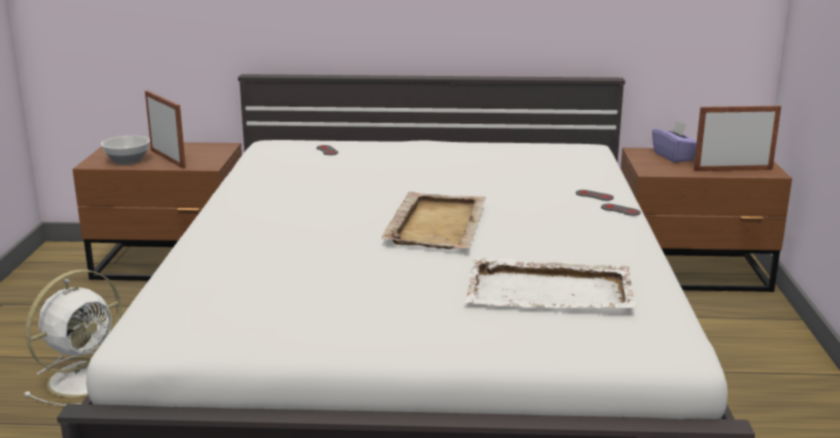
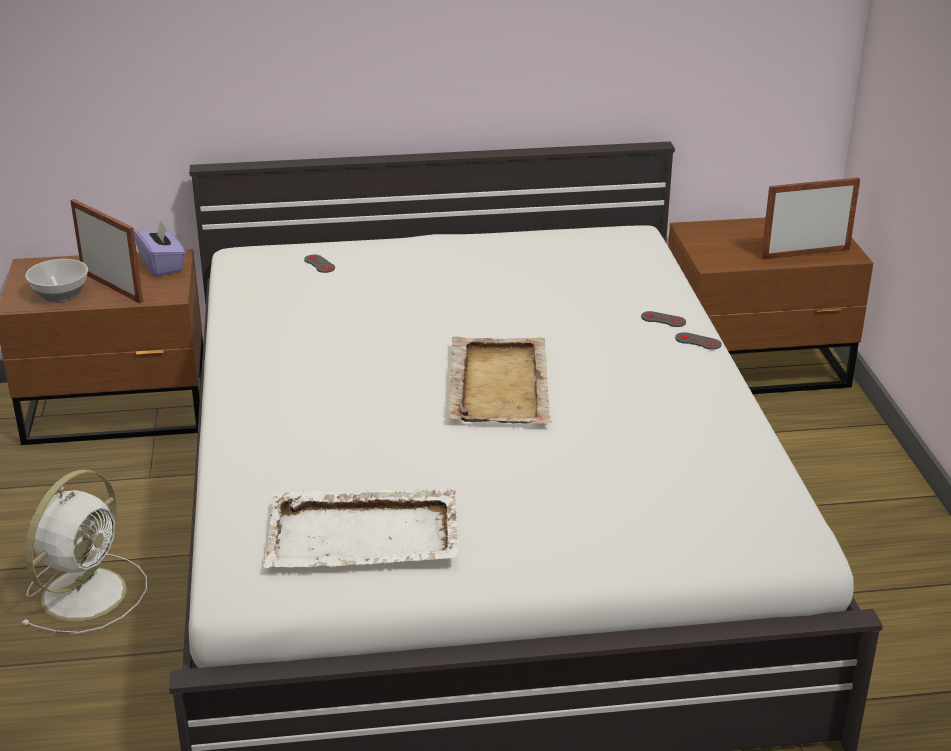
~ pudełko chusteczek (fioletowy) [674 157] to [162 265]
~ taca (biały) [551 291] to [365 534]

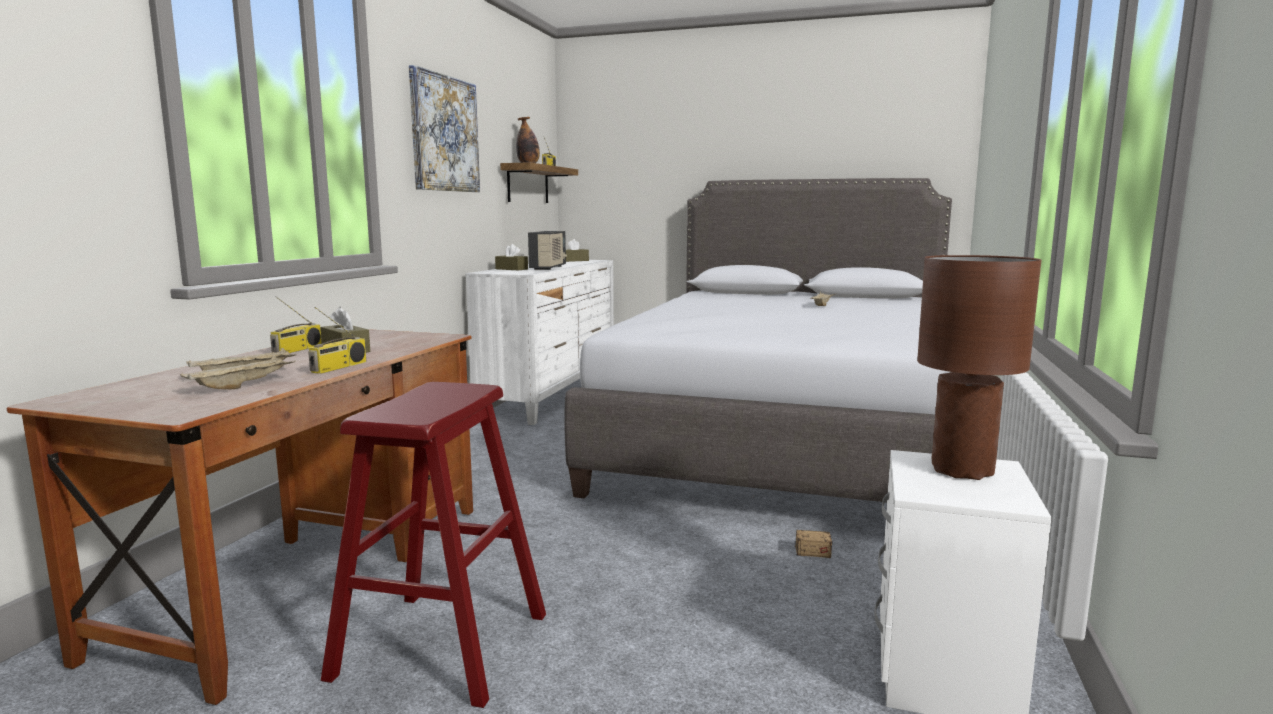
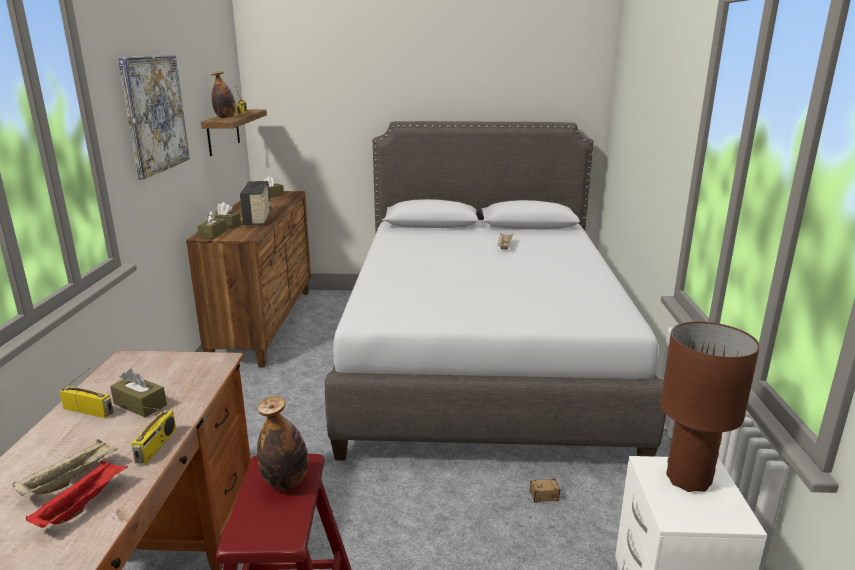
~ taca (beżowy) [242 386] to taca (czerwony) [82 505]
~ radio [297 350] = [90 410] 75 degrees counterclockwise
~ komoda (biały) [551 396] to komoda (brązowy) [265 324]
+ pudełko chusteczek (brązowy) [213 234]
+ butelka [286 482]

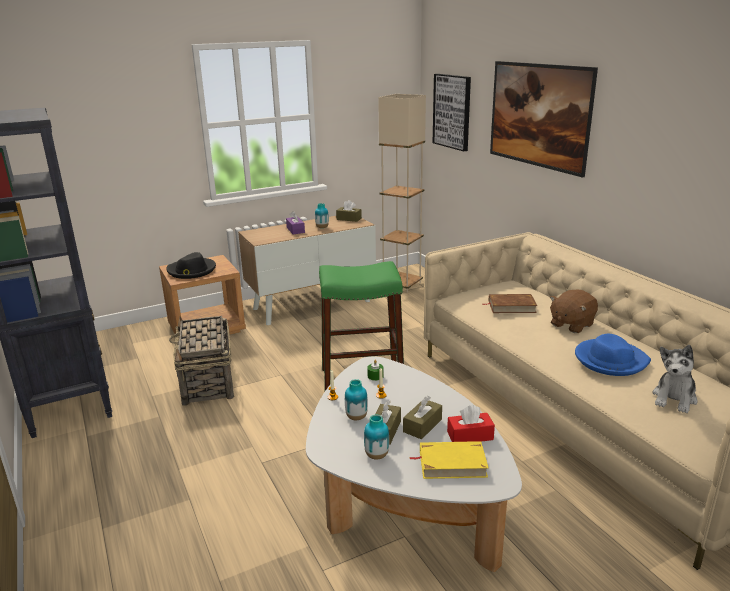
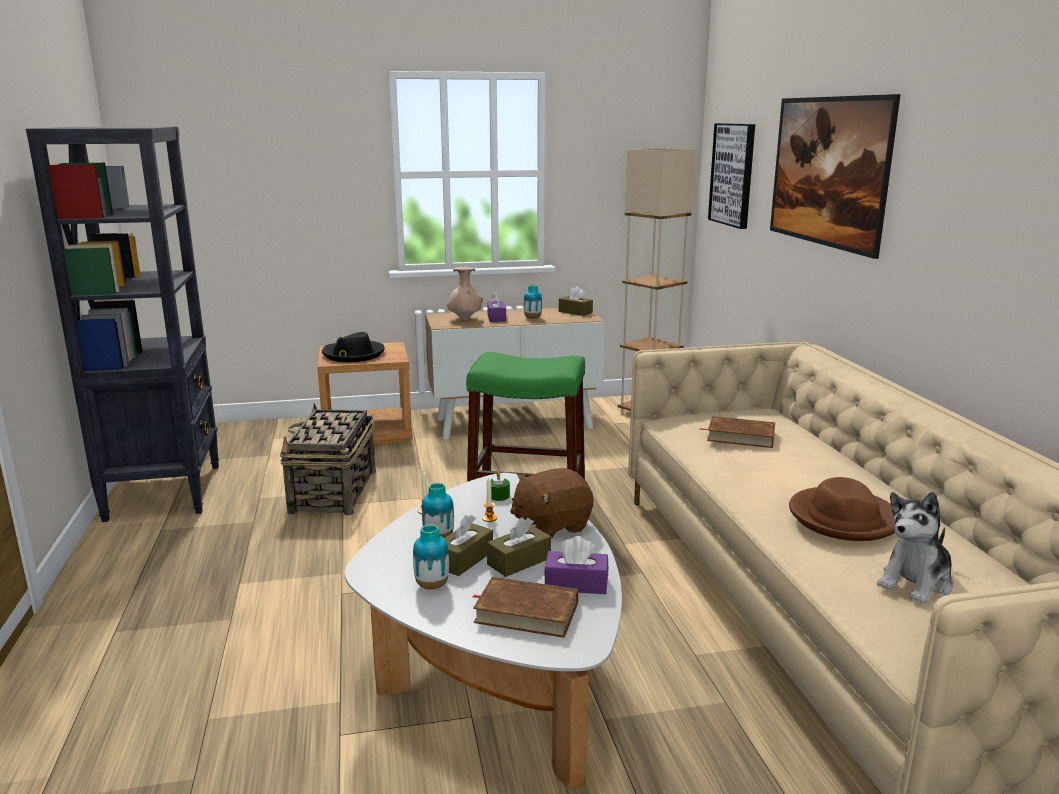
+ wazon (beżowy) [465 319]
~ książka (żółty) [452 463] to książka (brązowy) [526 612]
~ pluszak (brązowy) [571 324] to [551 525]
~ pudełko chusteczek (czerwony) [470 436] to pudełko chusteczek (fioletowy) [576 584]
~ kapelusz (niebieski) [610 360] to kapelusz (brązowy) [843 518]

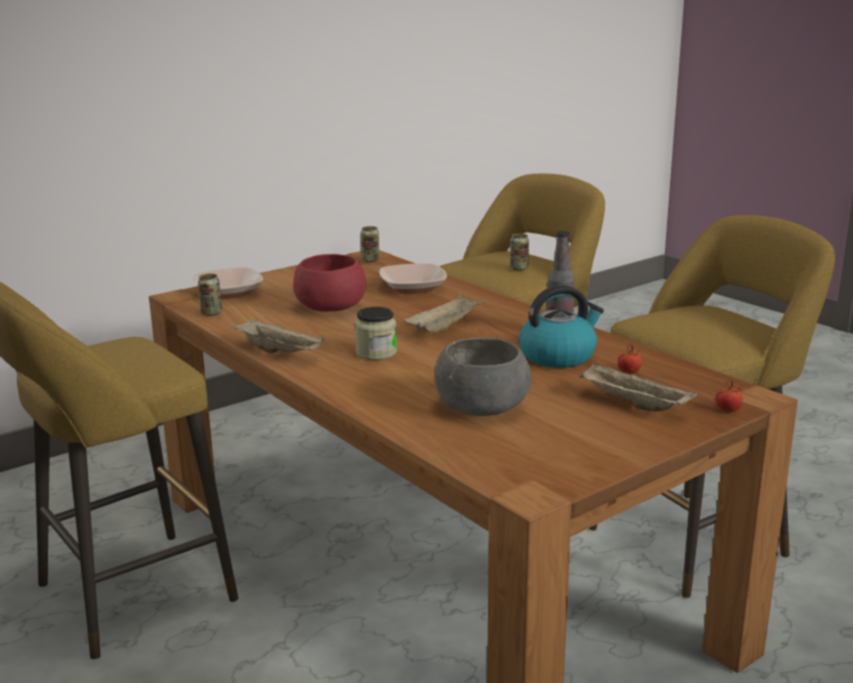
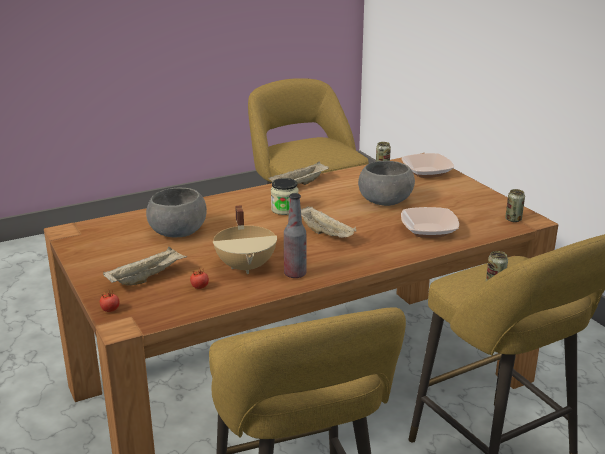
~ czajnik [558 356] to garnek (beżowy) [247 266]
~ miska (czerwony) [330 307] to miska (szary) [385 200]

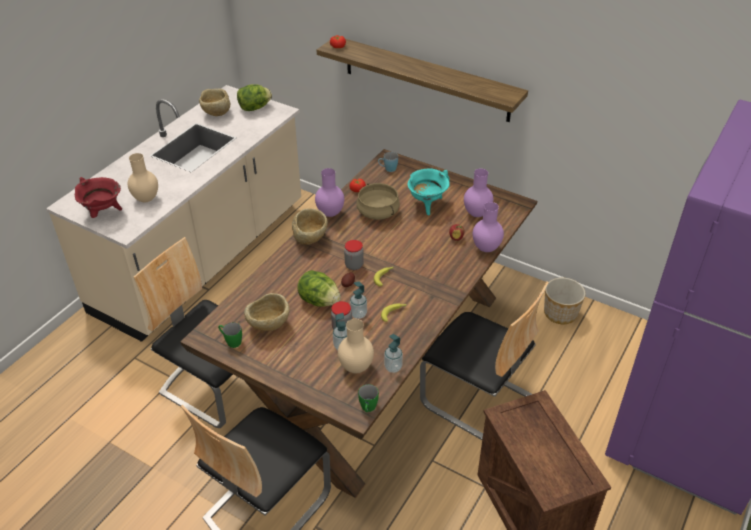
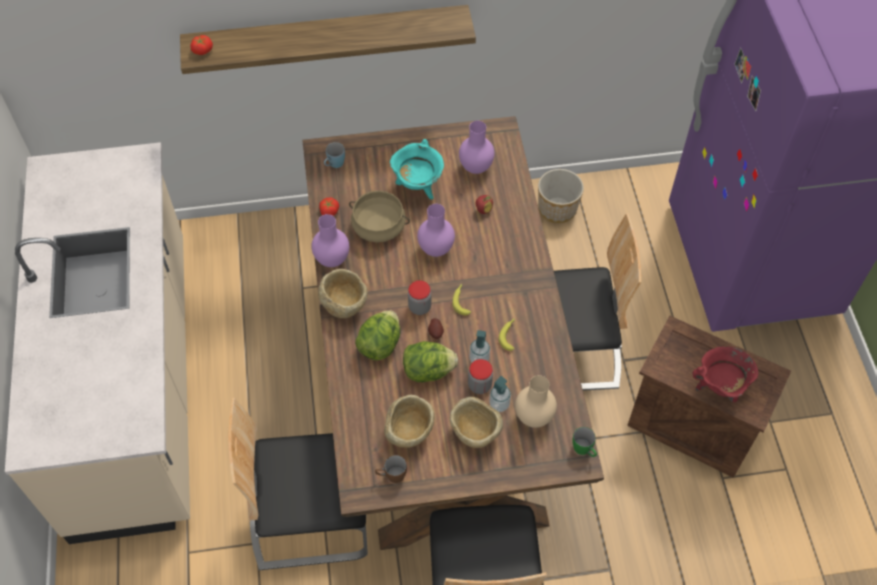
~ sałata [254 108] to [380 345]
~ kubek (zielony) [231 341] to kubek (brązowy) [391 476]
~ wazon (fioletowy) [486 249] to [436 250]
~ miska (beżowy) [216 113] to [475 433]
~ garnek (czerwony) [103 213] to [719 388]
- wazon (beżowy) [146 199]
- dozownik mydła [393 367]

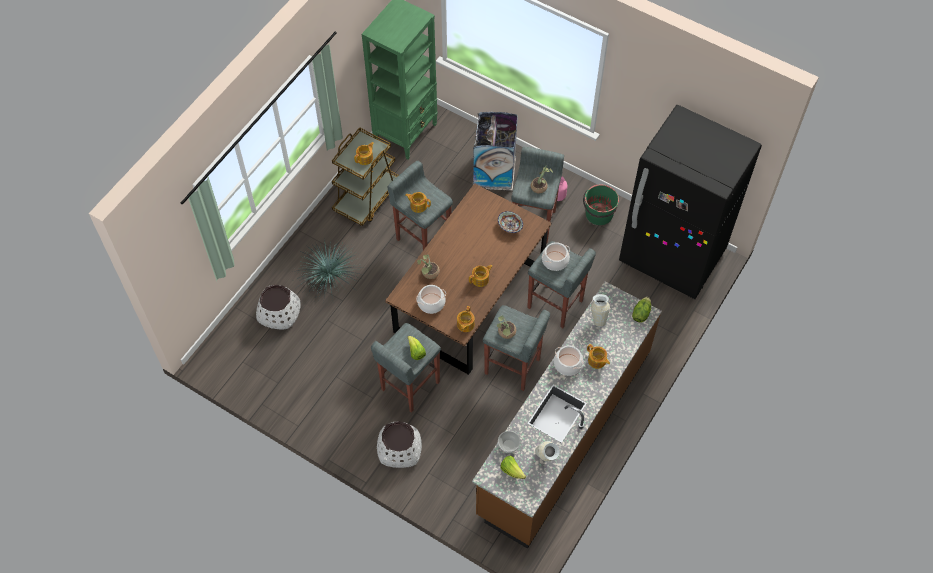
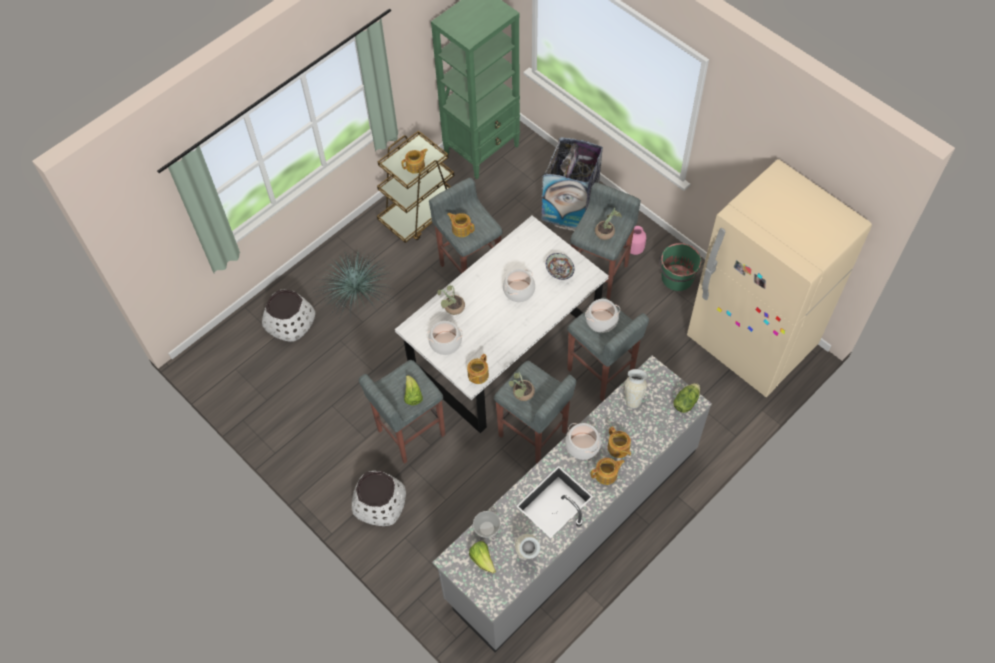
~ stół jadalny (brązowy) [469 298] to stół jadalny (biały) [503 346]
~ zabudowa kuchenna (brązowy) [563 432] to zabudowa kuchenna (szary) [572 523]
+ garnek [519 291]
~ imbryk [480 279] to [606 474]
~ lodówka (czarny) [672 257] to lodówka (beżowy) [751 342]

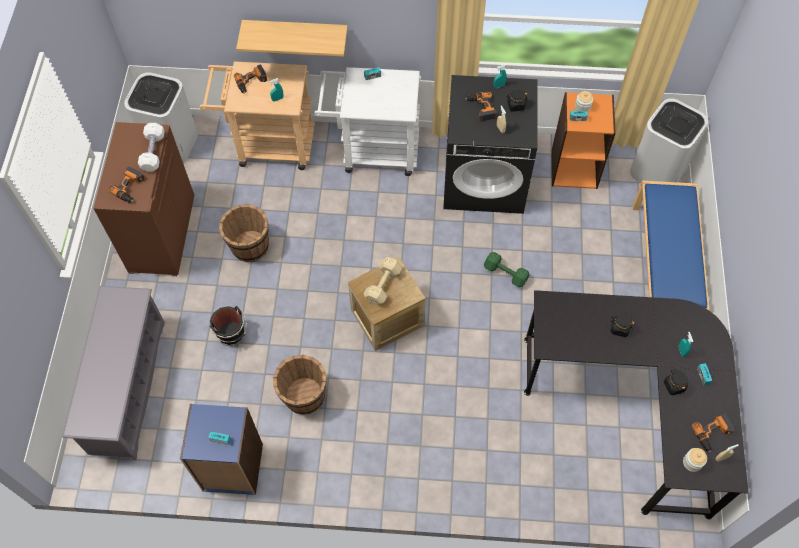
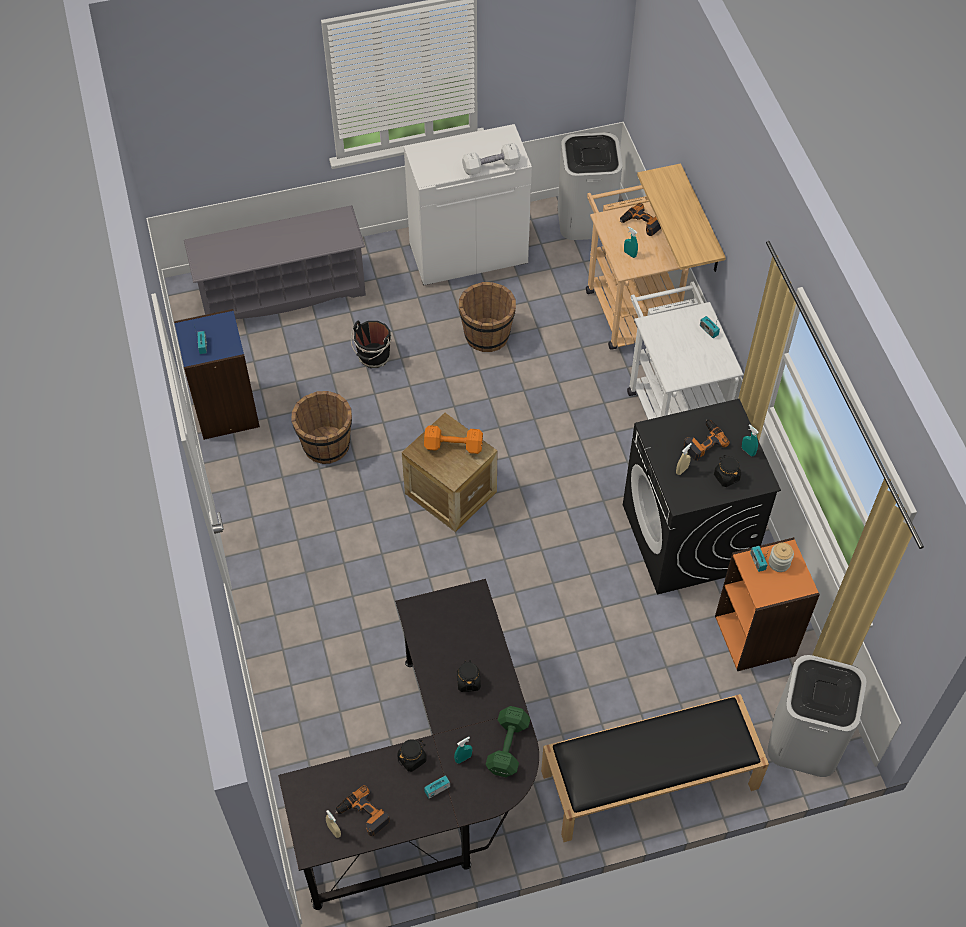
~ szafka (brązowy) [161 233] to szafka (biały) [468 253]
~ hantel (beżowy) [384 284] to hantel (pomarańczowy) [455 446]
~ hantel (zielony) [506 274] to [507 748]
~ ławka (niebieski) [663 268] to ławka (czarny) [648 781]
- wiertarka [130 188]
- słoik [692 462]

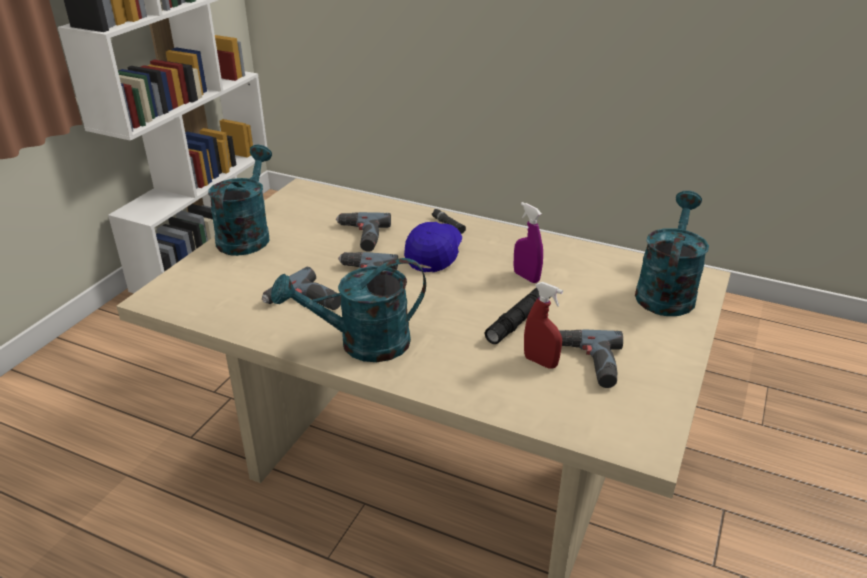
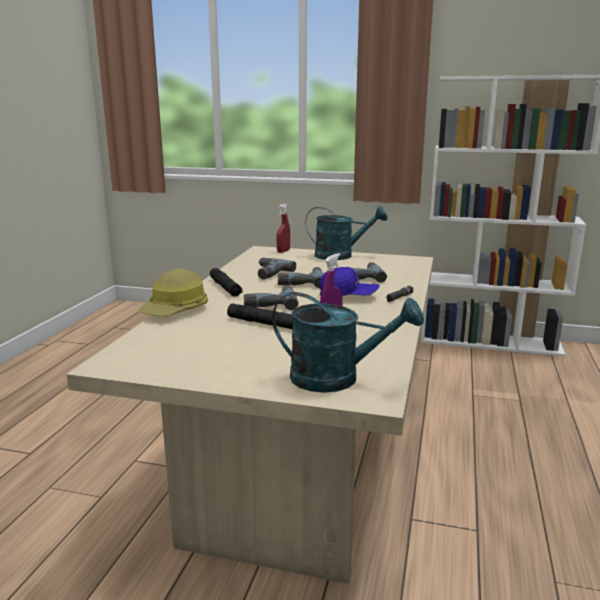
+ kask [176 310]
~ konewka (turkusowy) [362 344] to latarka (czarny) [225 288]
~ wiertarka [588 363] to [270 303]
~ spryskiwacz (czerwony) [540 362] to [283 251]

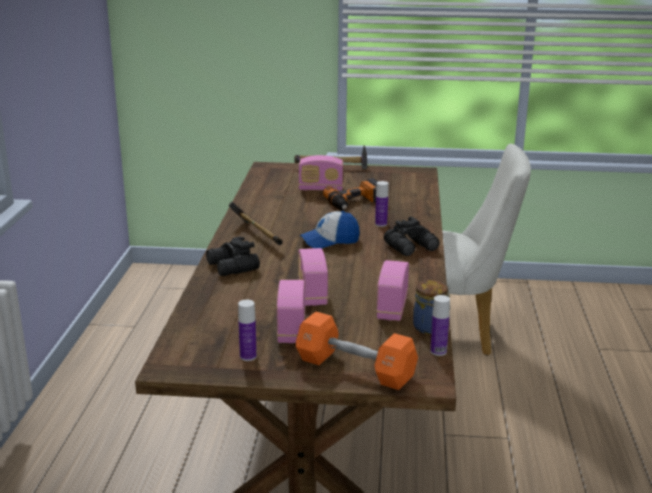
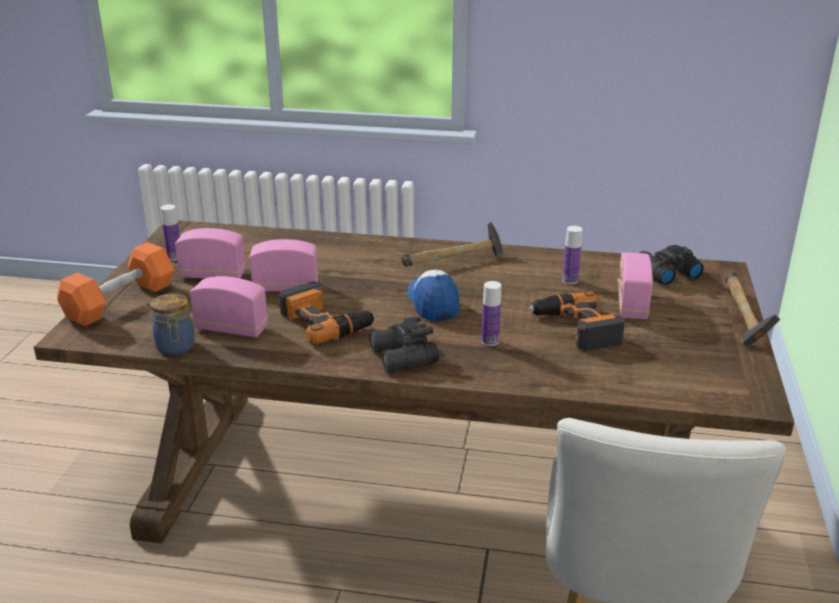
+ wiertarka [326 321]
~ butelka [438 351] to [570 280]
~ lornetka (czarny) [232 267] to [665 273]

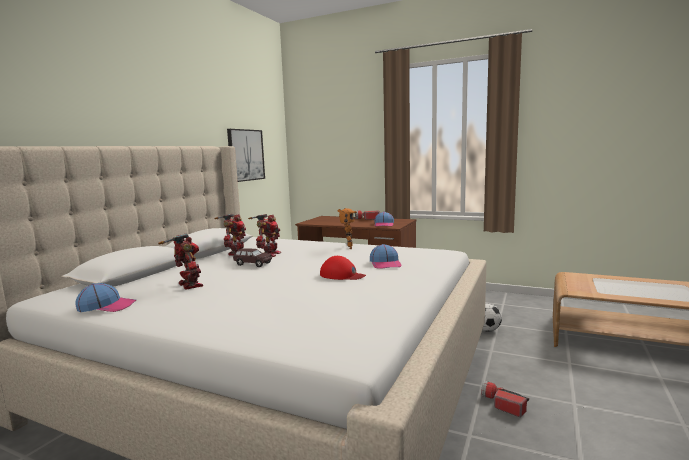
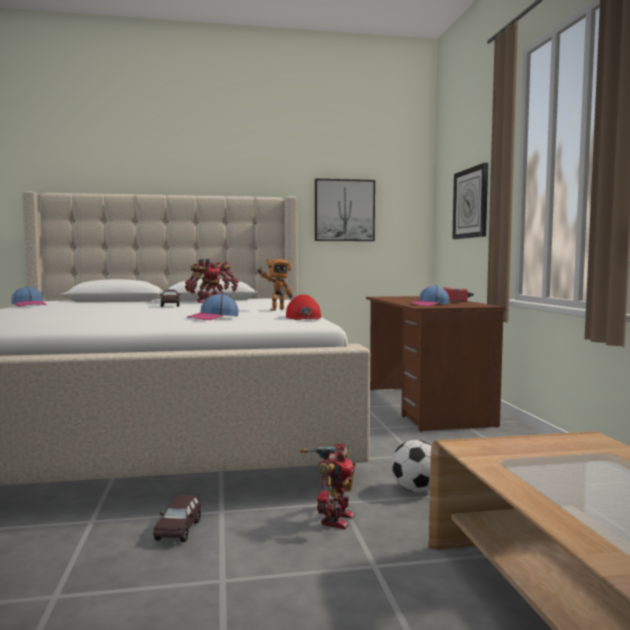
~ latarka [502 404] to samochodzik (brązowy) [179 530]
~ czapka z daszkiem (czerwony) [342 275] to [304 317]
~ robot zabawkowy [188 285] to [334 519]
+ zegar ścienny [471 203]

